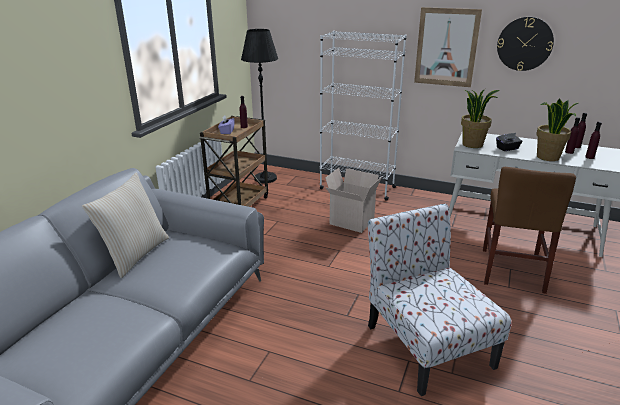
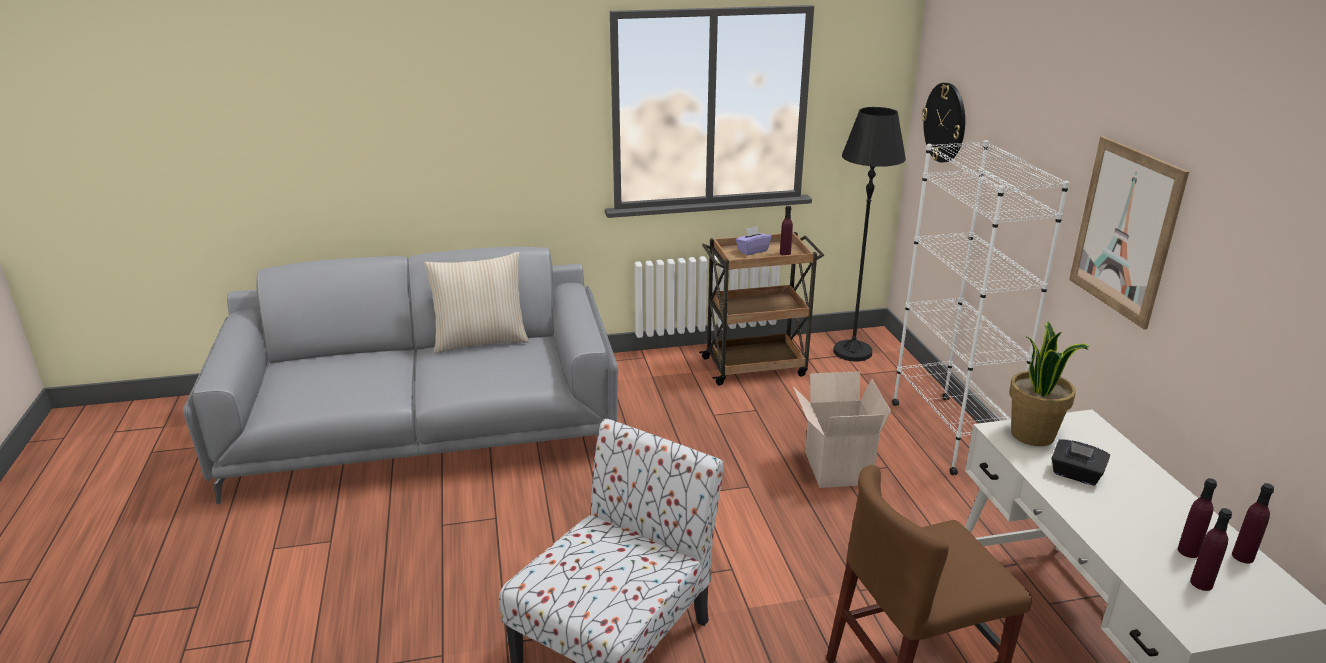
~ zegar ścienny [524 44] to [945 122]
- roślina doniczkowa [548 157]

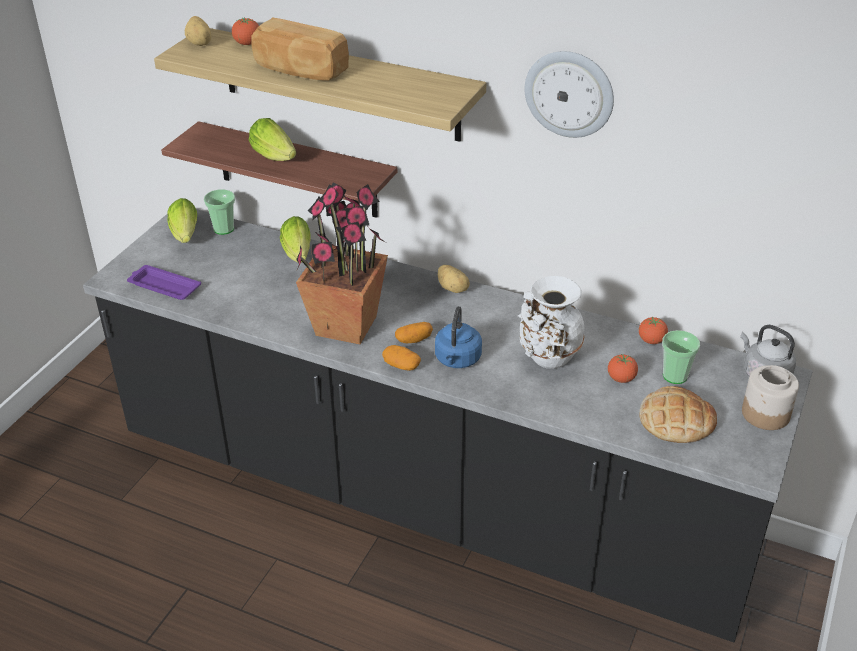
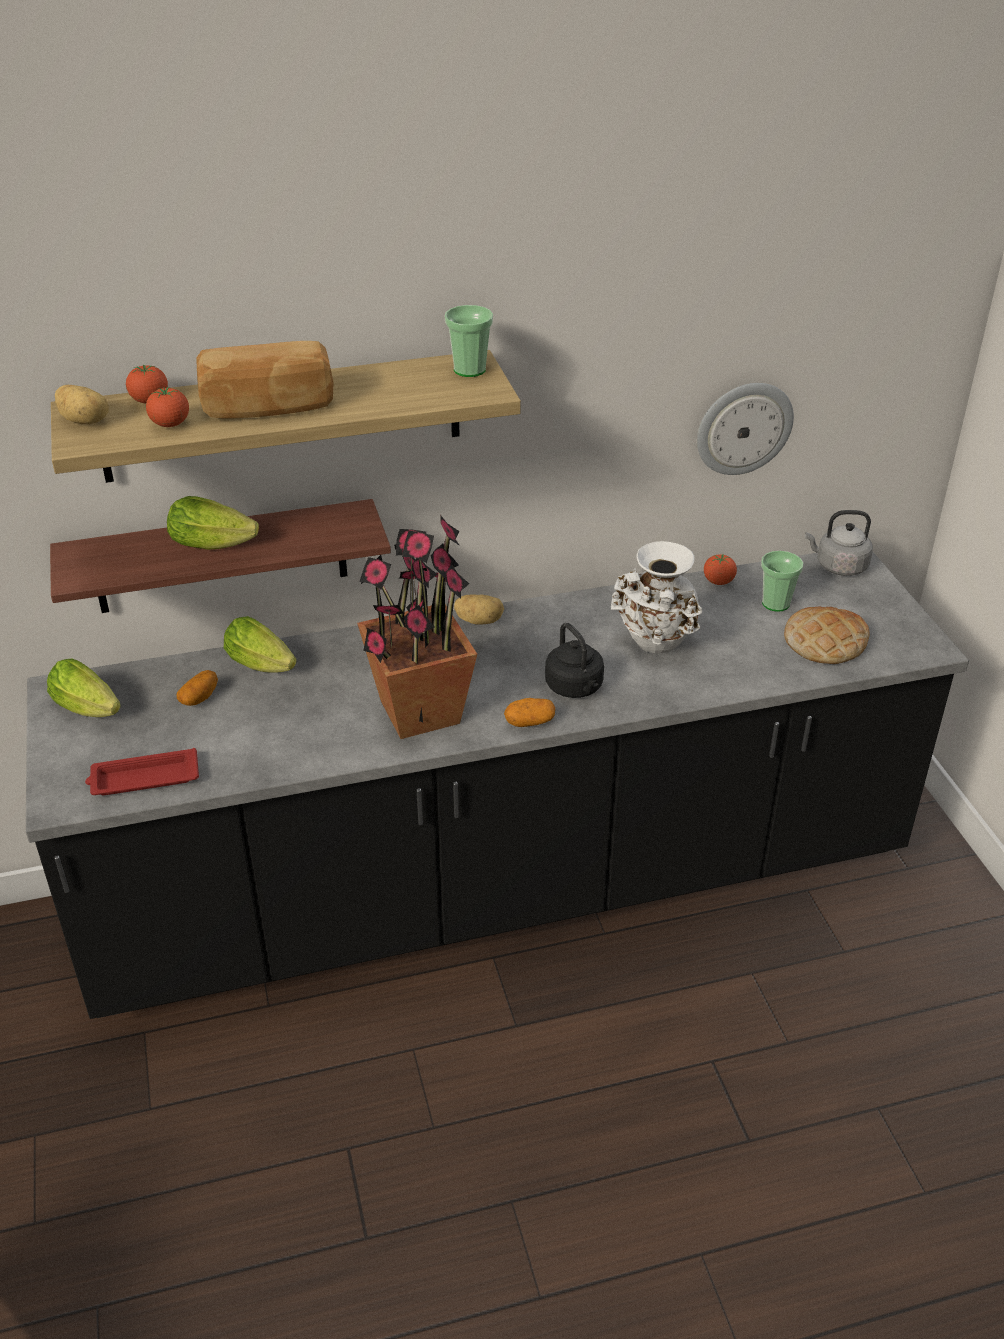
~ taca (fioletowy) [163 286] to taca (czerwony) [143 779]
~ pomidor [621 379] to [170 424]
~ ziemniak [414 340] to [199 698]
~ filiżanka [223 229] to [469 370]
~ czajnik (niebieski) [457 360] to czajnik (czarny) [575 688]
~ zegar ścienny [569 93] to [743 428]
- słoik [766 414]

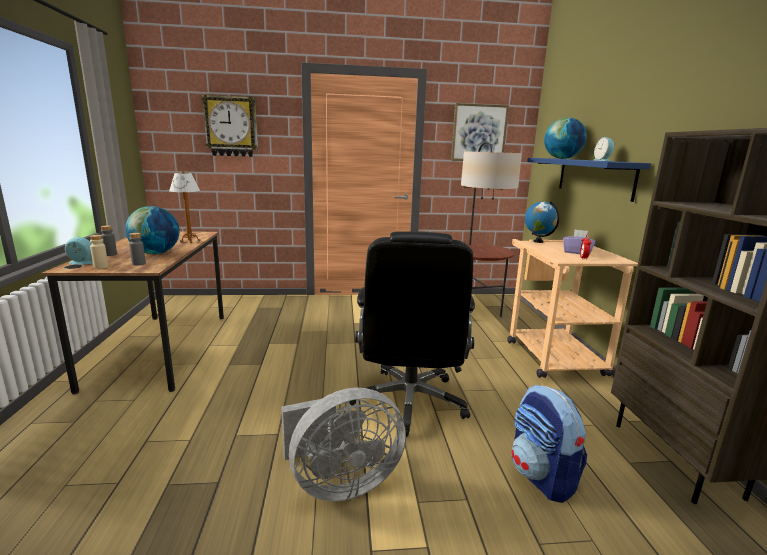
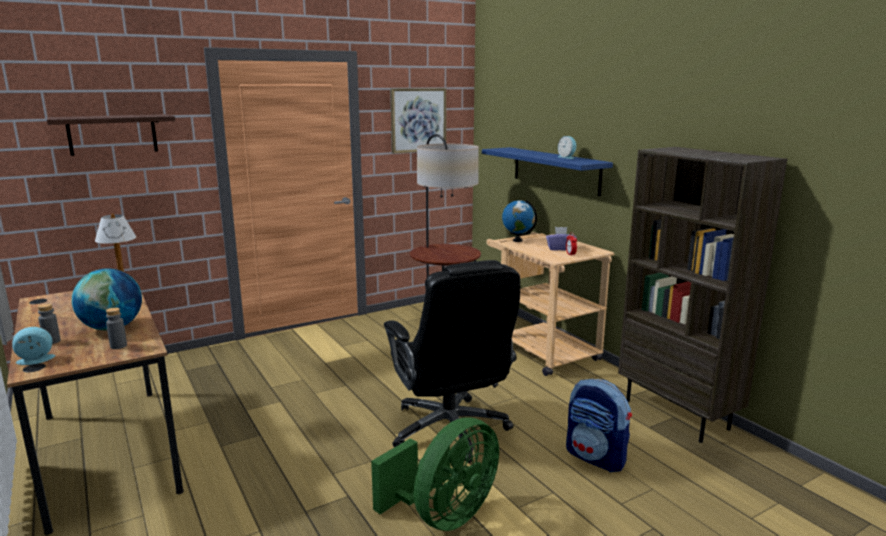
~ zegar ścienny [231 126] to półka [112 134]
~ wentylator (szary) [340 483] to wentylator (zielony) [444 516]
- butelka (beżowy) [101 267]
- globus [562 158]

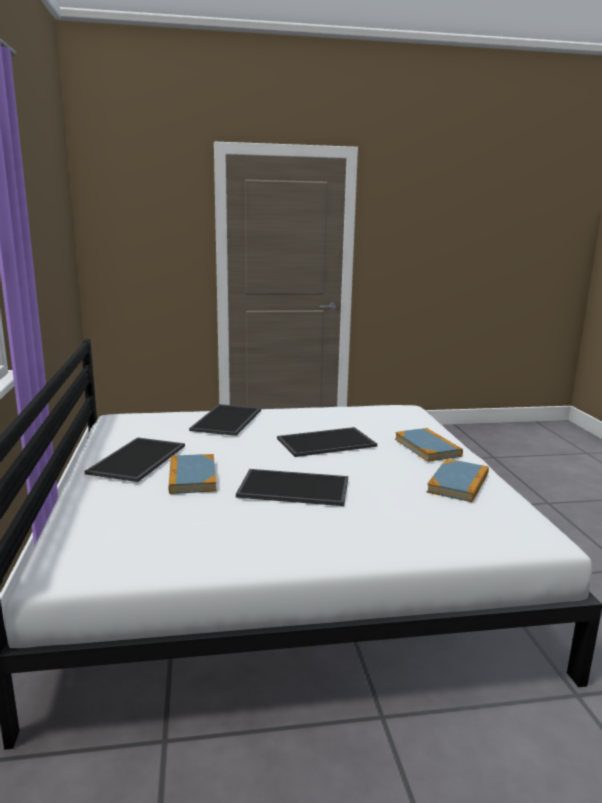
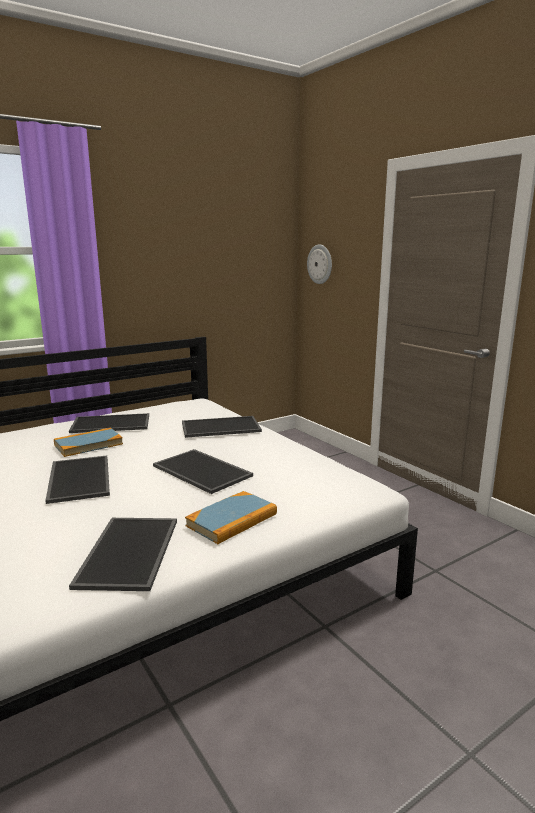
~ książka [458 483] to taca [130 553]
+ zegar ścienny [320 264]

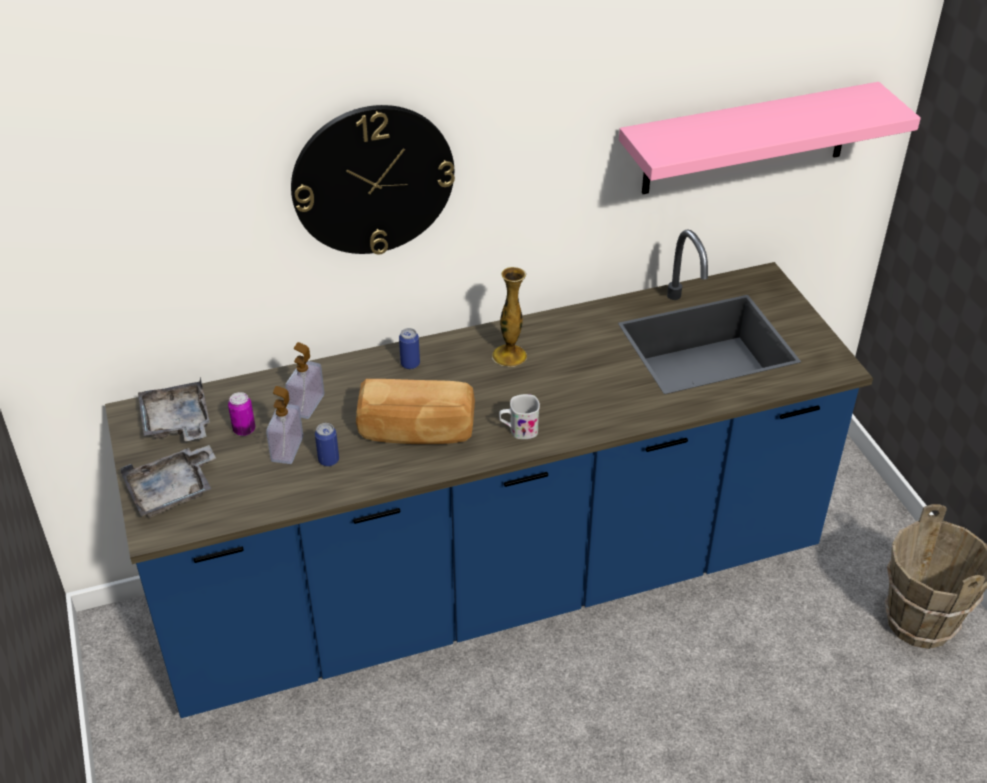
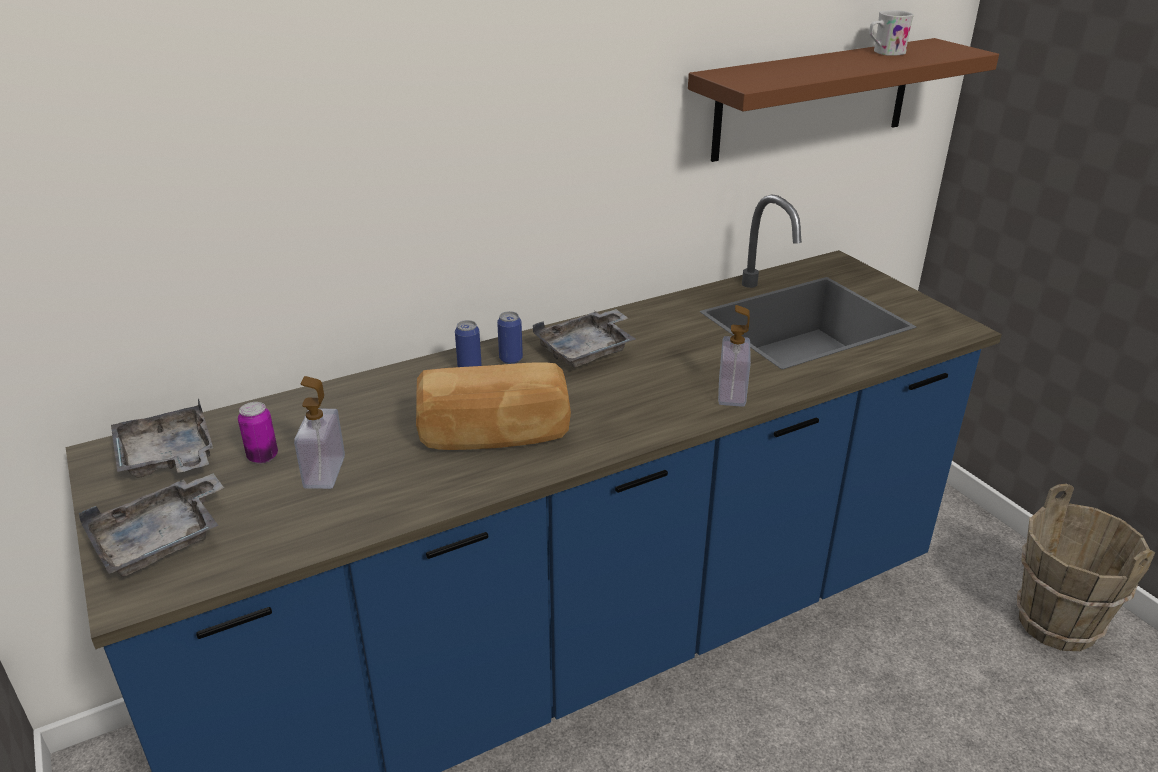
~ puszka [328 460] to [511 359]
~ wazon [509 356] to taca (szary) [587 350]
~ półka (różowy) [747 139] to półka (brązowy) [813 99]
~ dozownik mydła [307 405] to [731 393]
~ kubek (biały) [518 430] to [884 53]
- zegar ścienny [373 180]

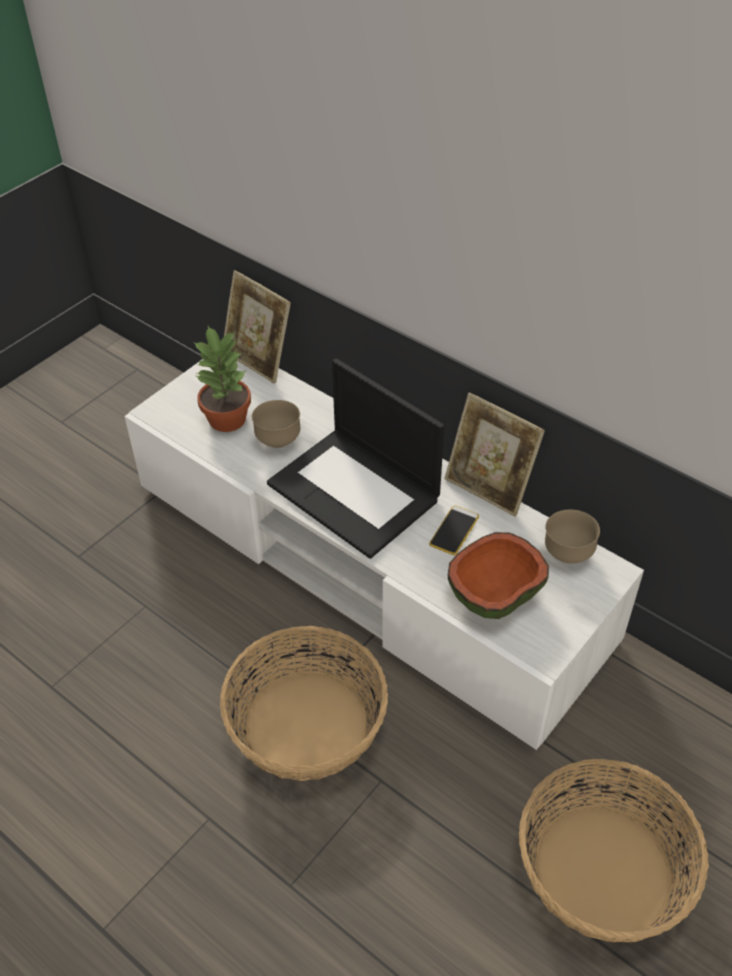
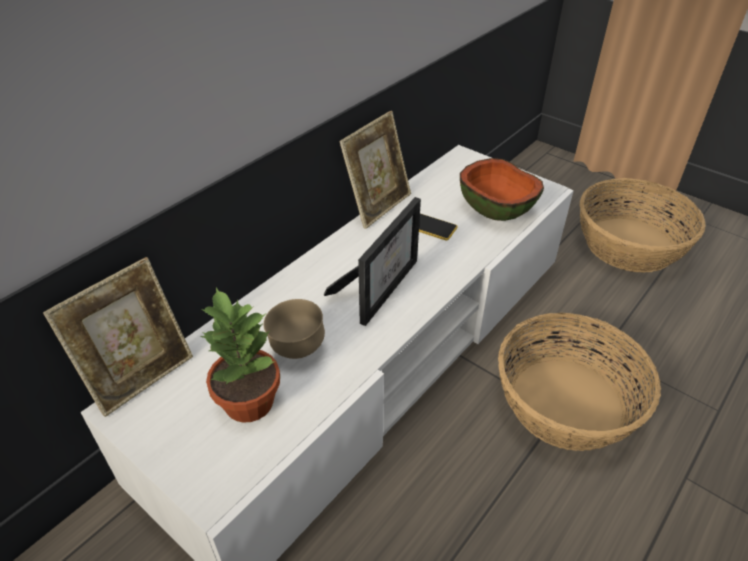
~ laptop [356 492] to ramka na zdjęcie [381 286]
- miska (brązowy) [567 554]

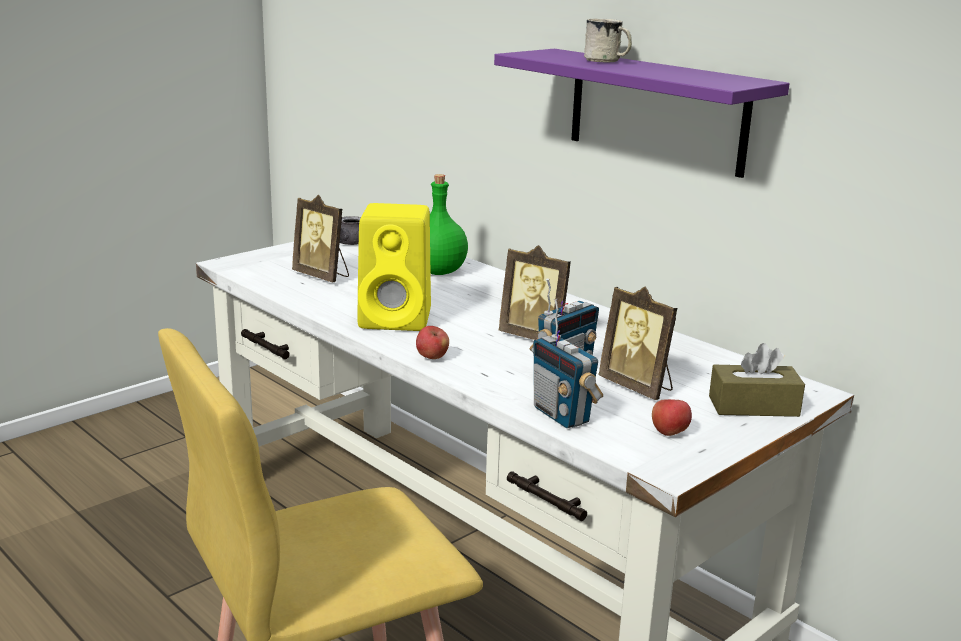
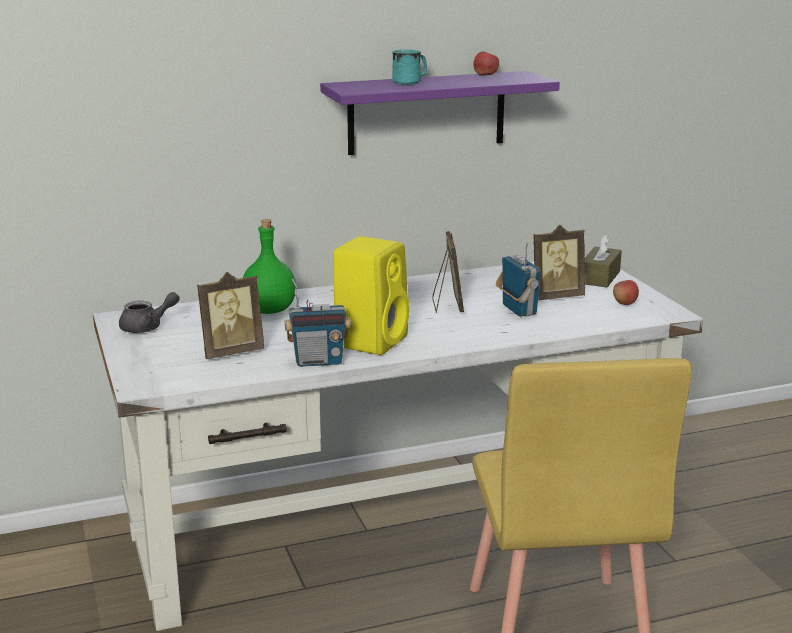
~ radio [562 415] to [318 361]
~ kubek (biały) [607 61] to kubek (turkusowy) [410 82]
~ ramka na zdjęcie [535 337] = [447 306] 60 degrees counterclockwise
~ jabłko [432 358] to [485 75]

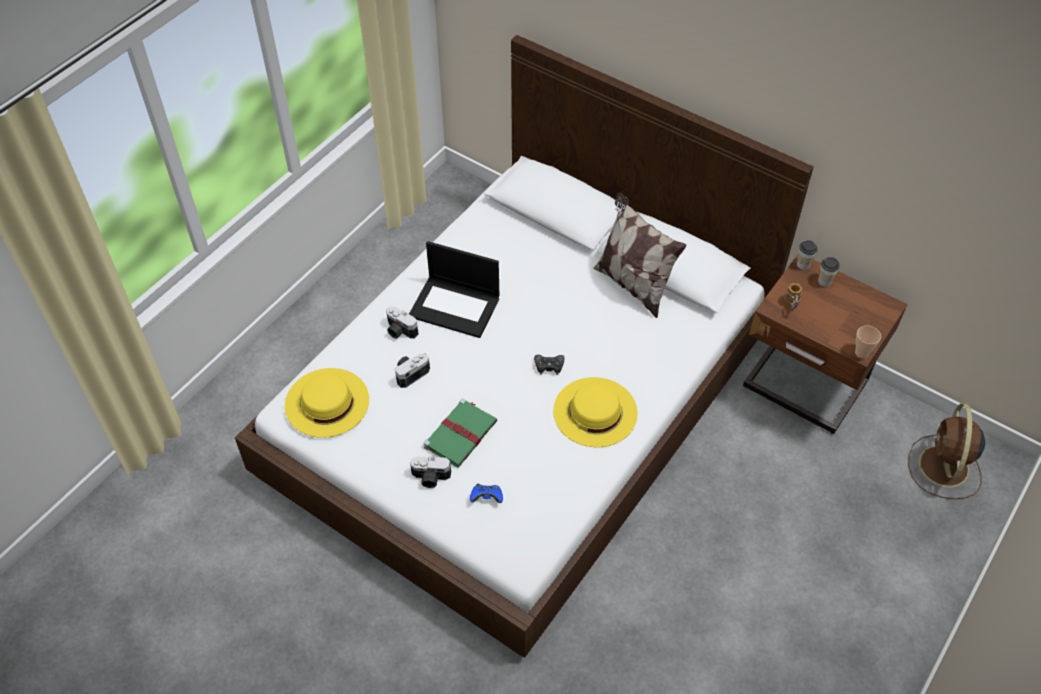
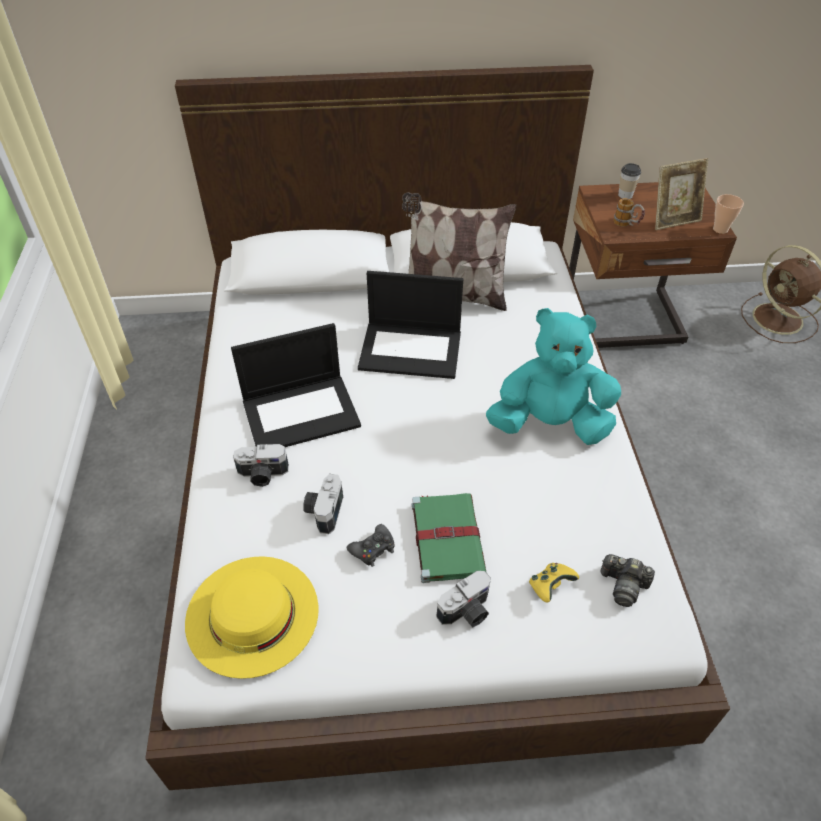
~ pad do gier (czarny) [549 366] to [373 549]
+ laptop [412 349]
~ kapelusz (żółty) [595 412] to pluszak (turkusowy) [550 424]
~ pad do gier (niebieski) [487 498] to pad do gier (żółty) [550 586]
+ aparat fotograficzny [623 585]
+ ramka na zdjęcie [673 220]
- filiżanka [803 264]

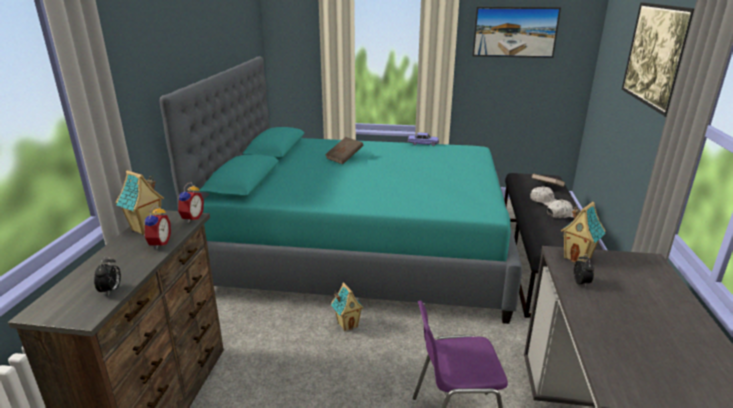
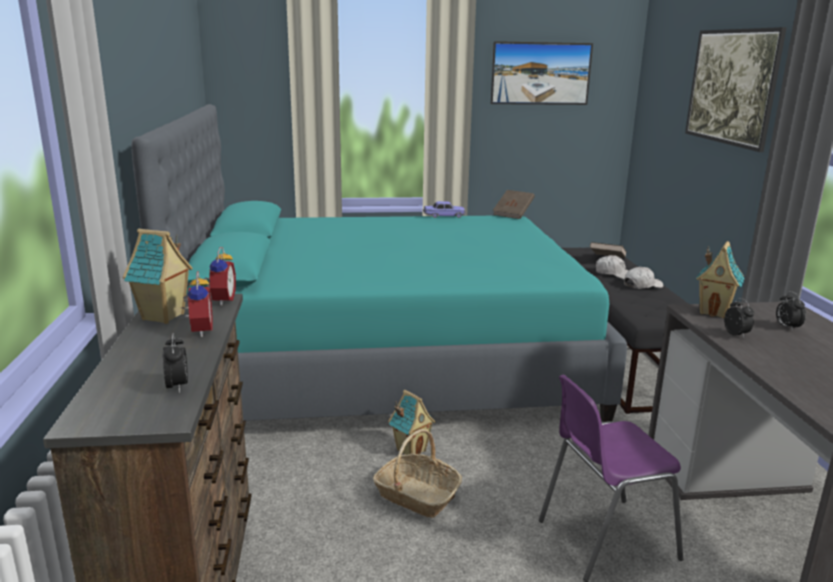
+ koszyk [416 495]
~ książka (brązowy) [344 158] to [513 214]
+ budzik [786 327]

